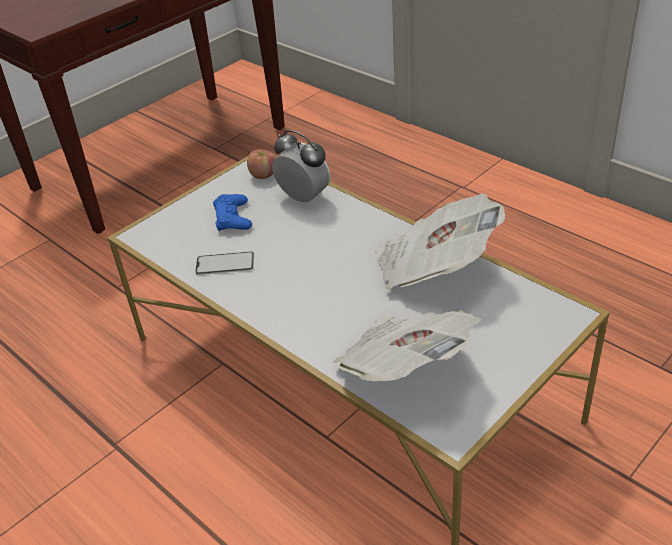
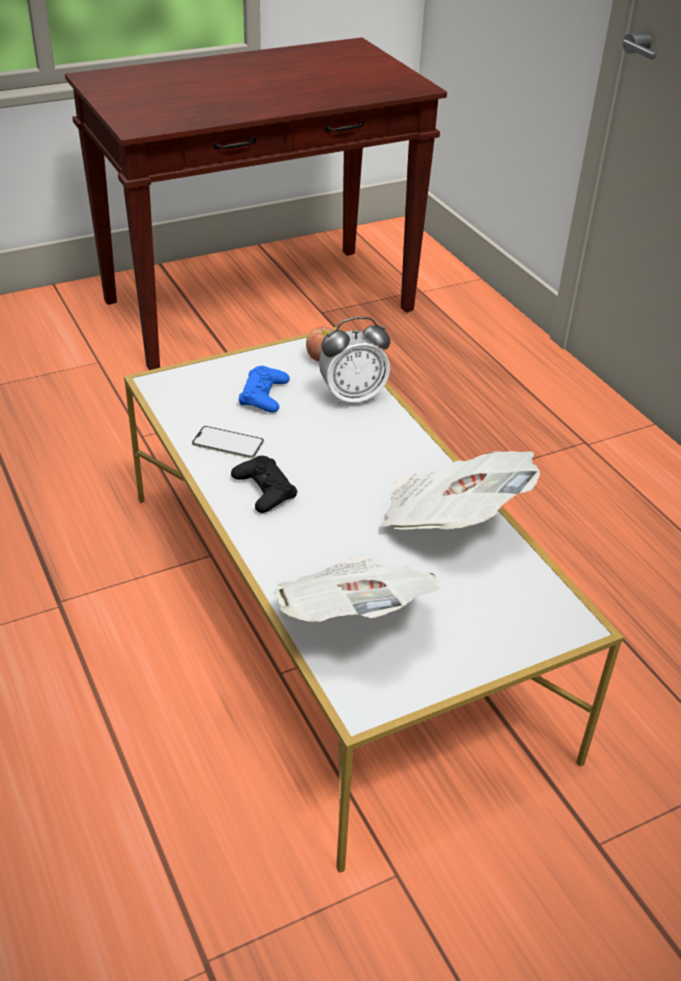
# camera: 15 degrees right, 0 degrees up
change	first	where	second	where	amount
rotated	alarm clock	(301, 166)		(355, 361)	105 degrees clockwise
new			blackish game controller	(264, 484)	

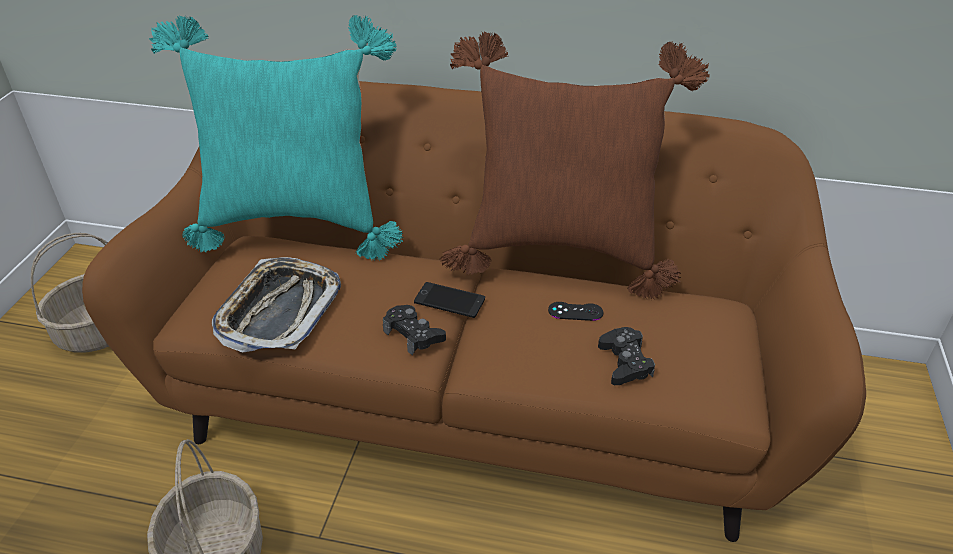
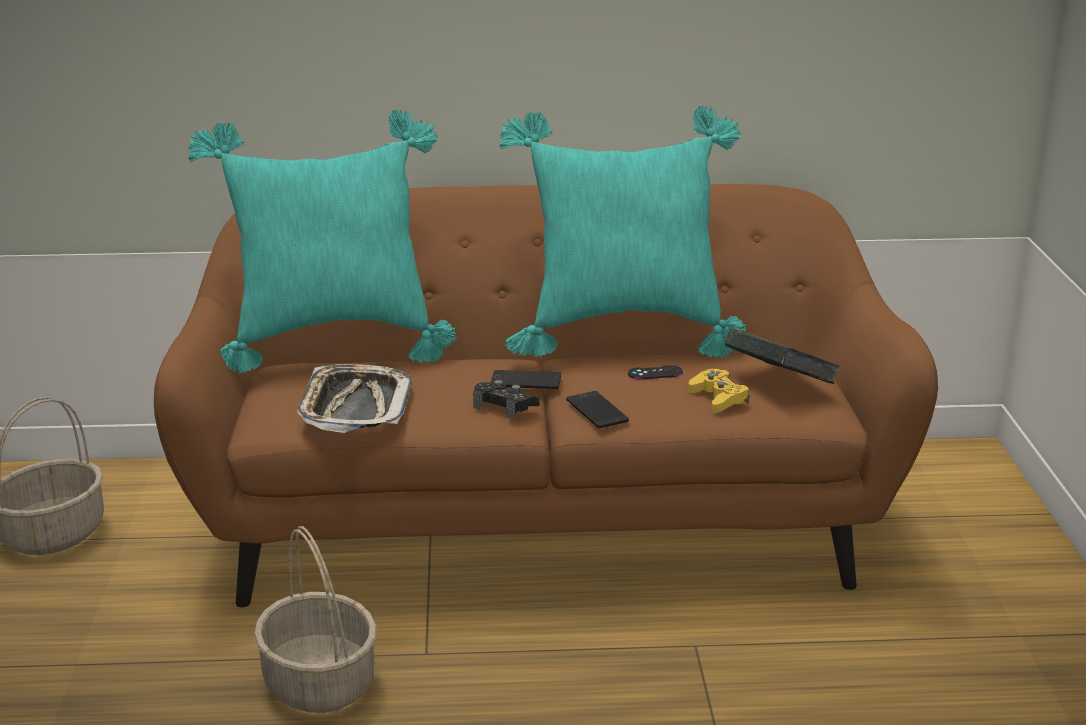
# camera: 15 degrees left, 15 degrees down
change	first	where	second	where	amount
repainted	brownish cushion	(574, 166)	turquoise cushion	(623, 232)	
repainted	blackish game controller	(626, 356)	yellow-coloured game controller	(718, 391)	
new			handset	(597, 409)	
new			bound book	(782, 356)	

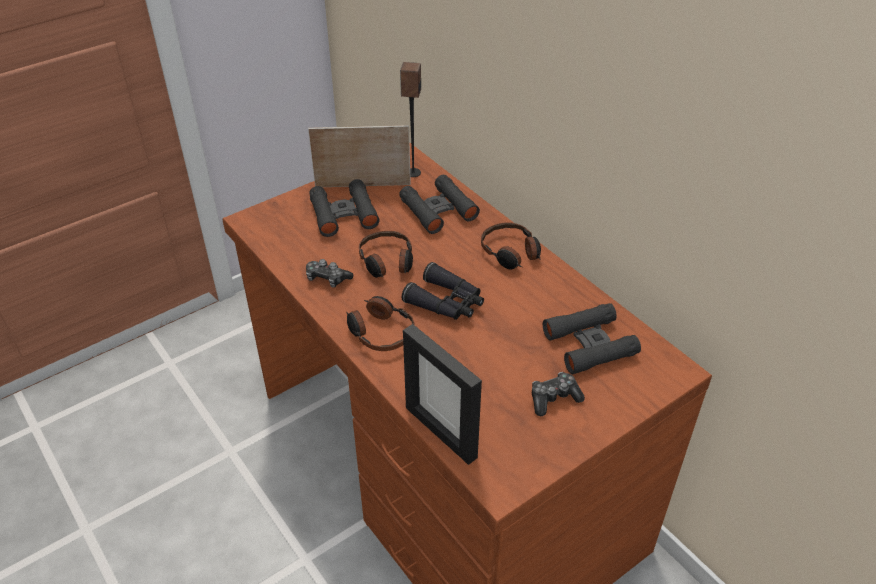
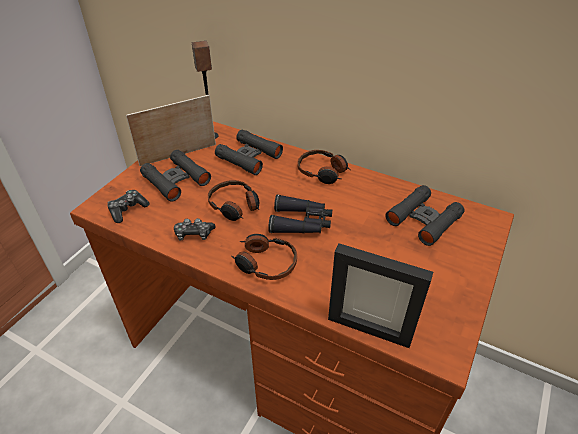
# camera: 25 degrees left, 0 degrees up
change	first	where	second	where	amount
shifted	game controller	(558, 394)		(128, 206)	

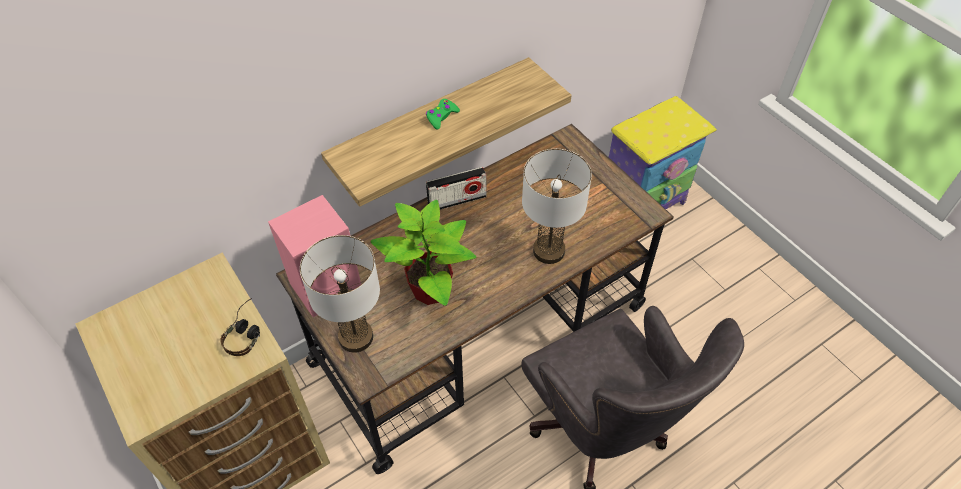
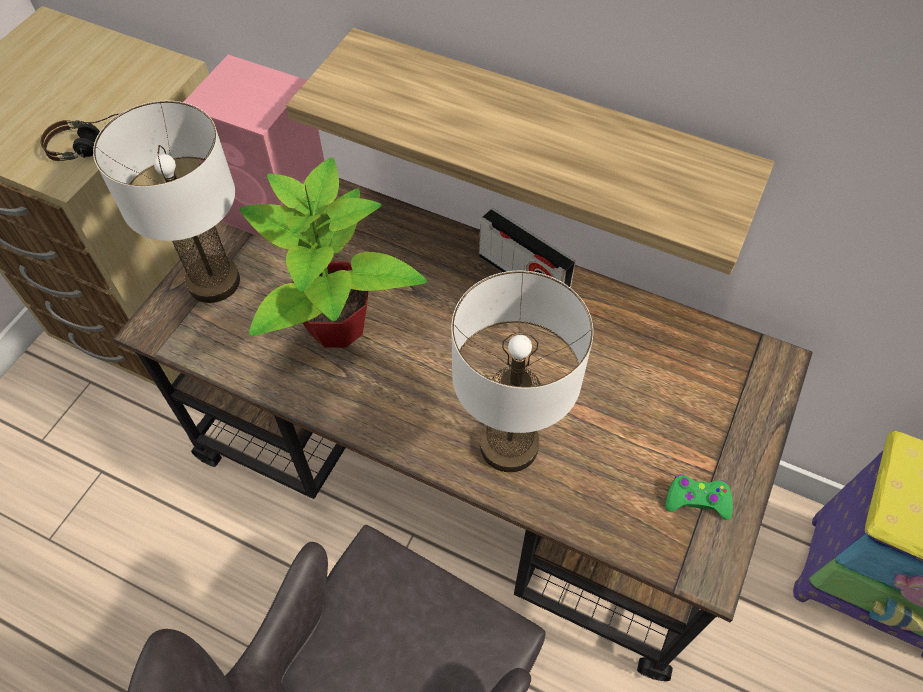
# camera: 60 degrees right, 5 degrees up
change	first	where	second	where	amount
shifted	green-coloured game controller	(443, 114)		(699, 497)	

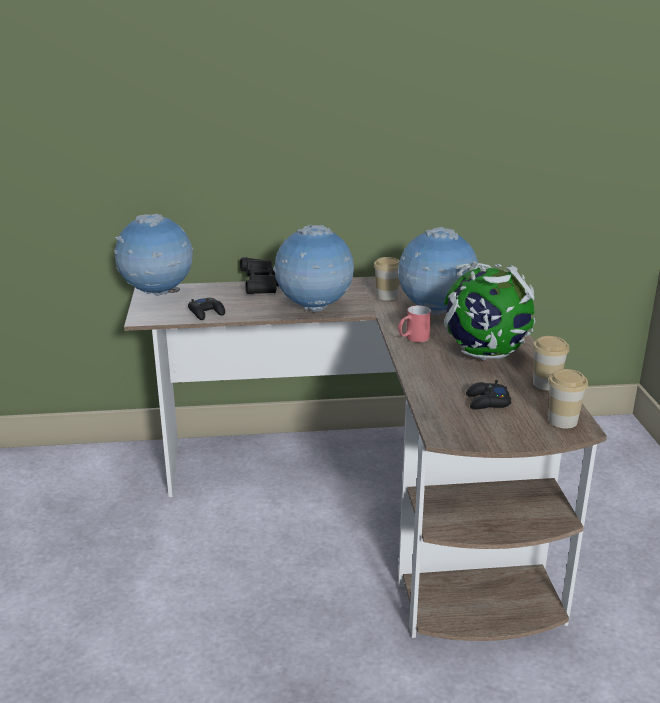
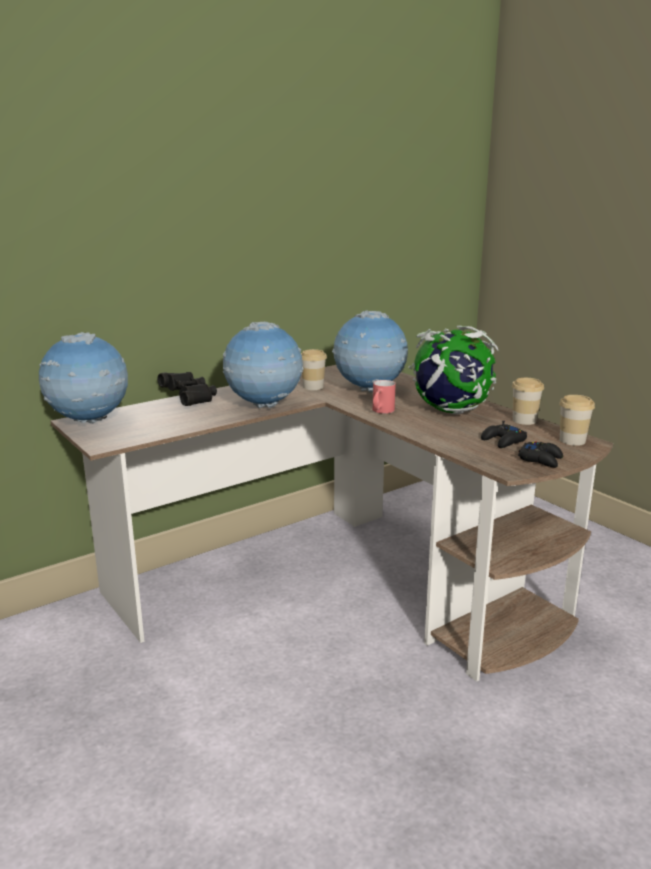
# camera: 30 degrees left, 5 degrees down
change	first	where	second	where	amount
shifted	blackish game controller	(206, 309)		(540, 454)	

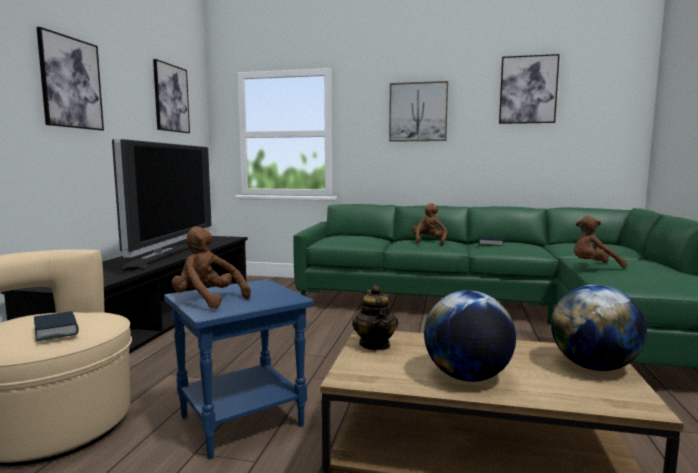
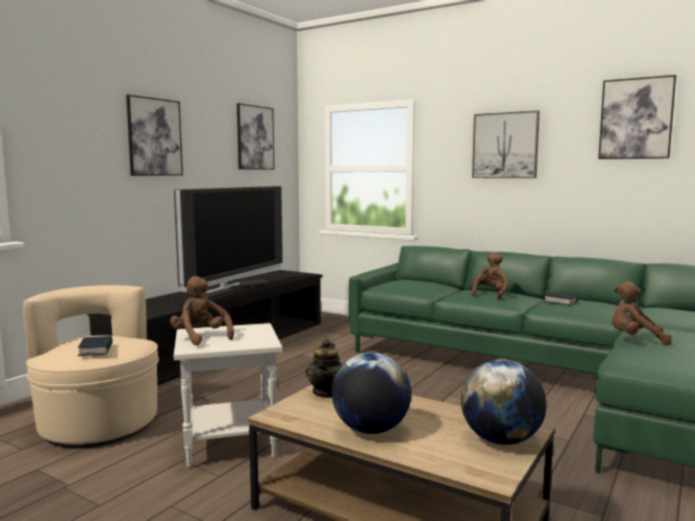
# camera: 20 degrees right, 0 degrees up
change	first	where	second	where	amount
repainted	bluish accent table	(239, 369)	whitish accent table	(228, 395)	

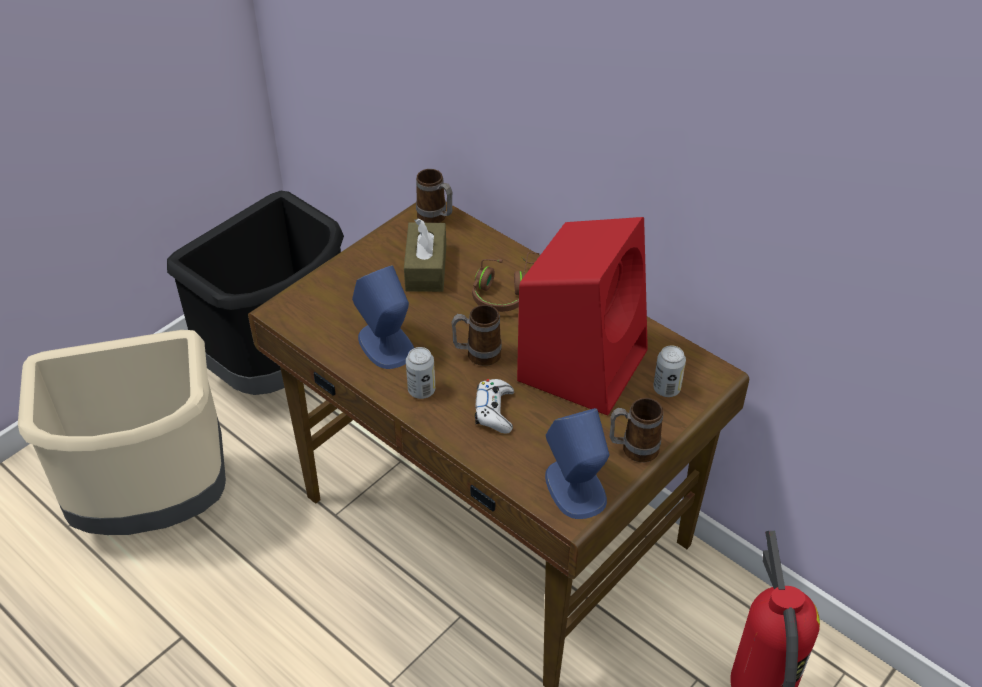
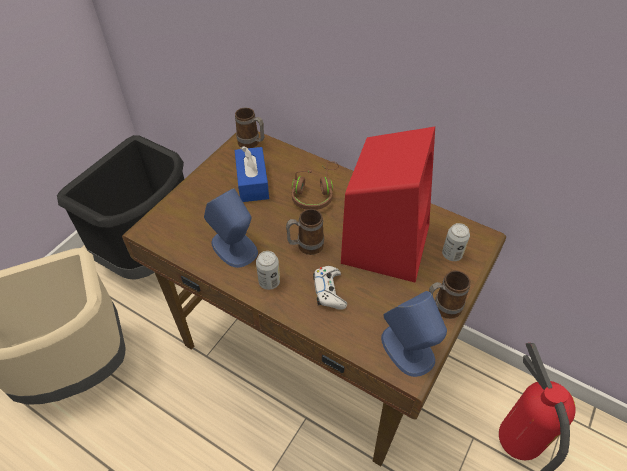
# camera: 10 degrees left, 5 degrees up
change	first	where	second	where	amount
repainted	brownish tissue holder	(425, 255)	bluish tissue holder	(252, 174)	

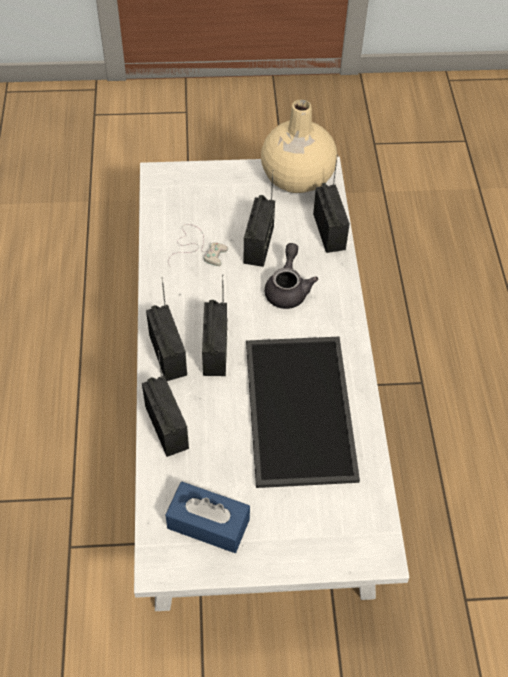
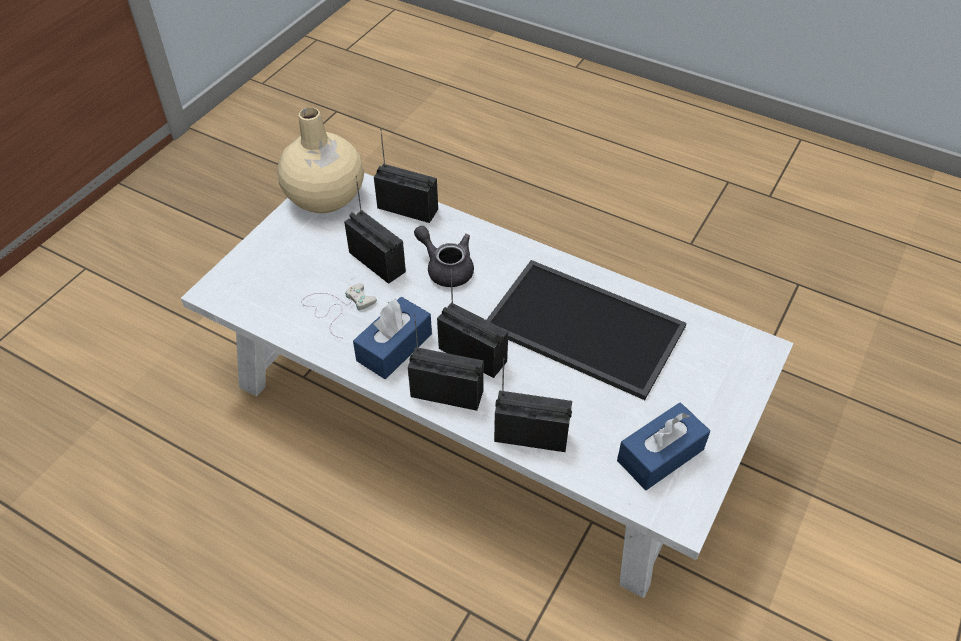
# camera: 55 degrees left, 5 degrees down
change	first	where	second	where	amount
new			bluish tissue holder	(392, 338)	

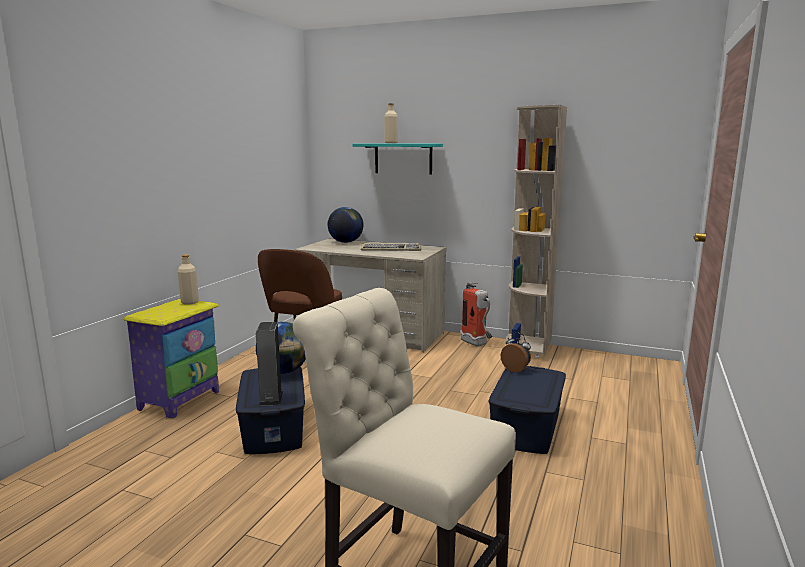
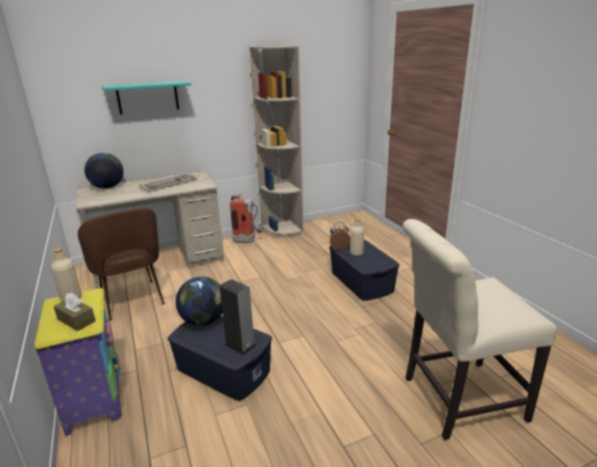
# camera: 45 degrees left, 10 degrees up
change	first	where	second	where	amount
shifted	sand-coloured beverage bottle	(391, 123)		(357, 237)	
new			brownish tissue holder	(75, 312)	

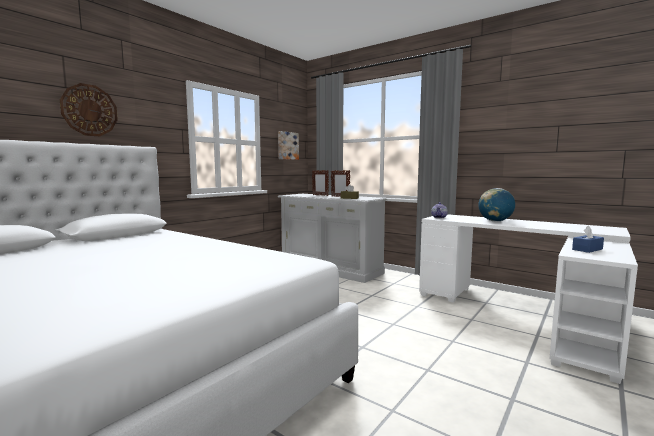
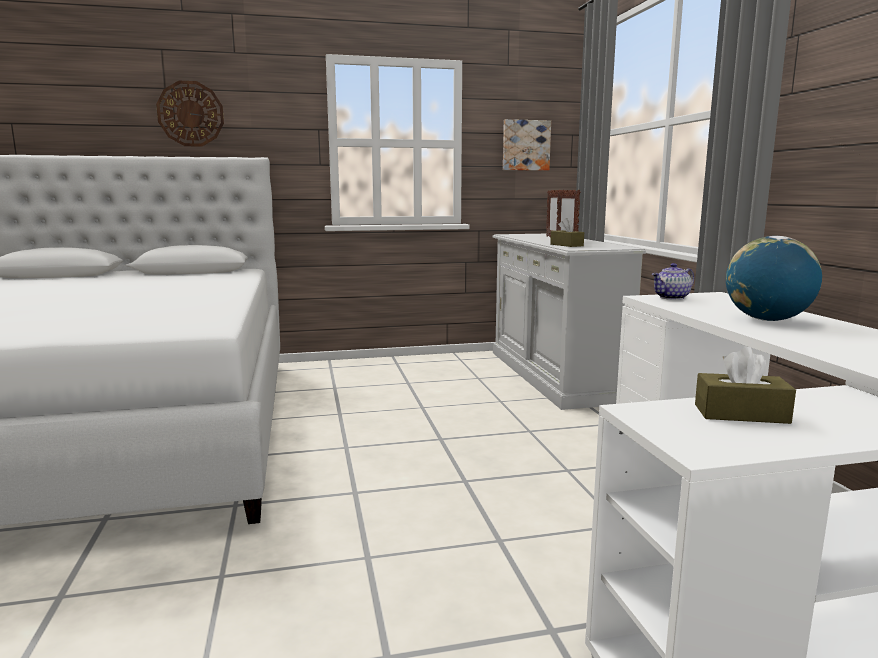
# camera: 40 degrees right, 5 degrees up
change	first	where	second	where	amount
repainted	bluish tissue holder	(588, 239)	brownish tissue holder	(745, 385)	

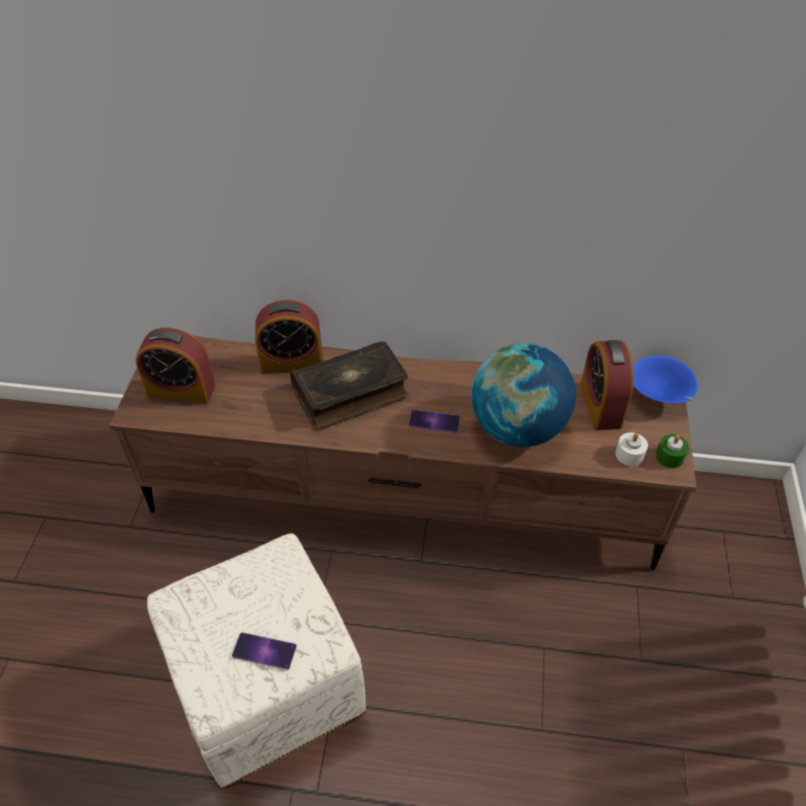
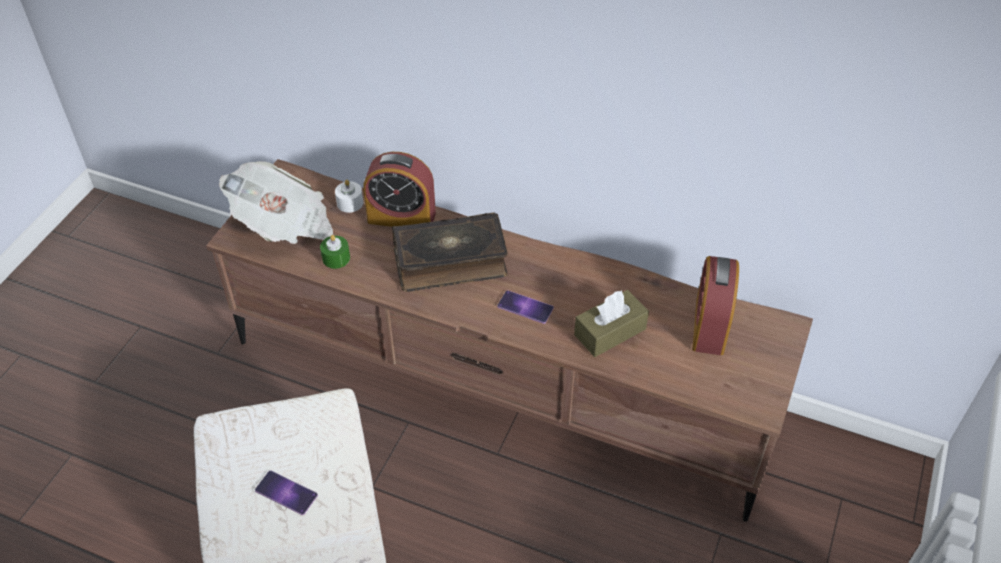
# camera: 15 degrees right, 0 degrees up
change	first	where	second	where	amount
swapped	alarm clock	(175, 366)	daily paper	(276, 202)	
swapped	globe	(523, 395)	brownish tissue holder	(611, 323)	
shifted	whitish wax light	(631, 449)		(349, 196)	
gone	bluish serving bowl	(665, 380)			
shifted	green-coloured wax light	(672, 451)		(335, 252)	

